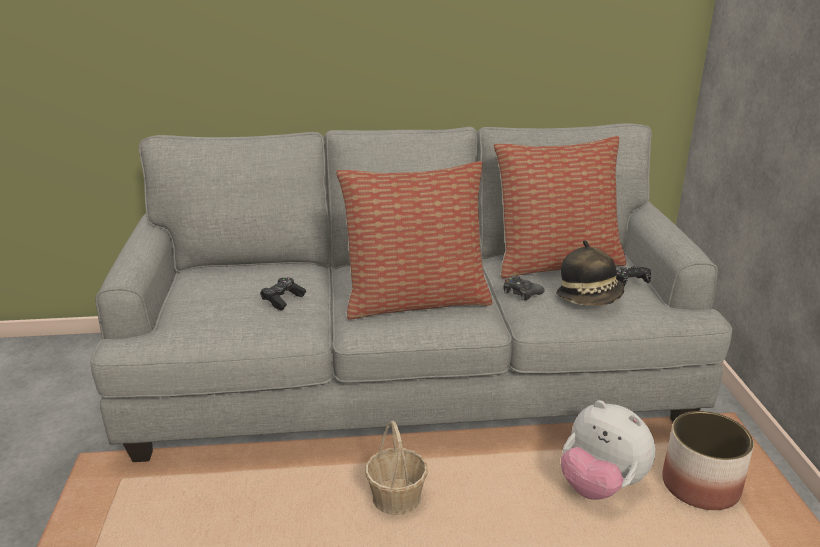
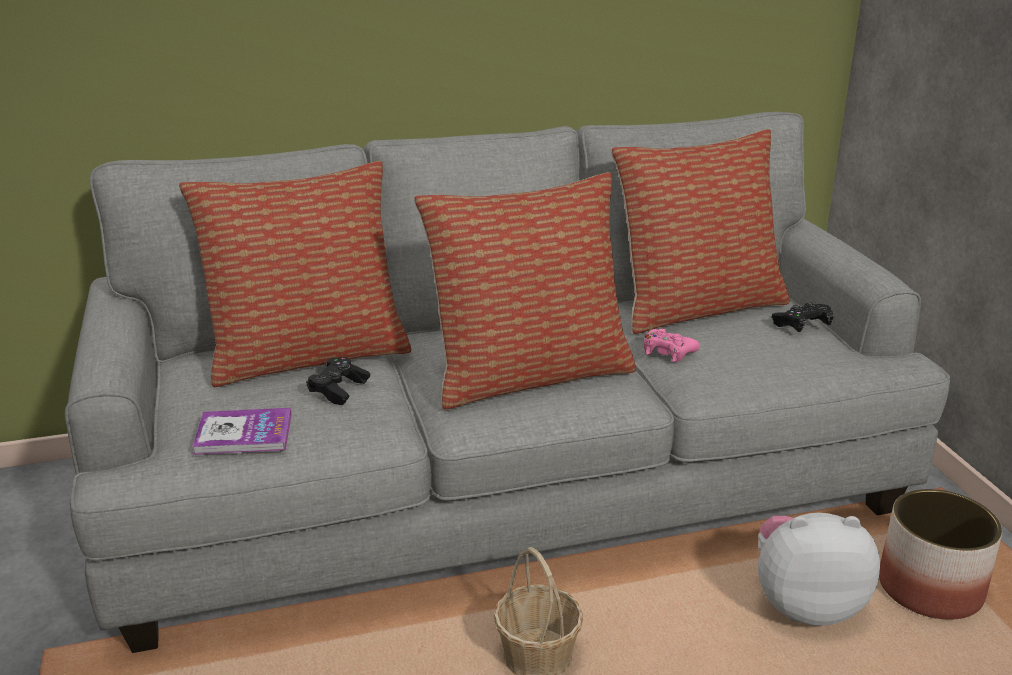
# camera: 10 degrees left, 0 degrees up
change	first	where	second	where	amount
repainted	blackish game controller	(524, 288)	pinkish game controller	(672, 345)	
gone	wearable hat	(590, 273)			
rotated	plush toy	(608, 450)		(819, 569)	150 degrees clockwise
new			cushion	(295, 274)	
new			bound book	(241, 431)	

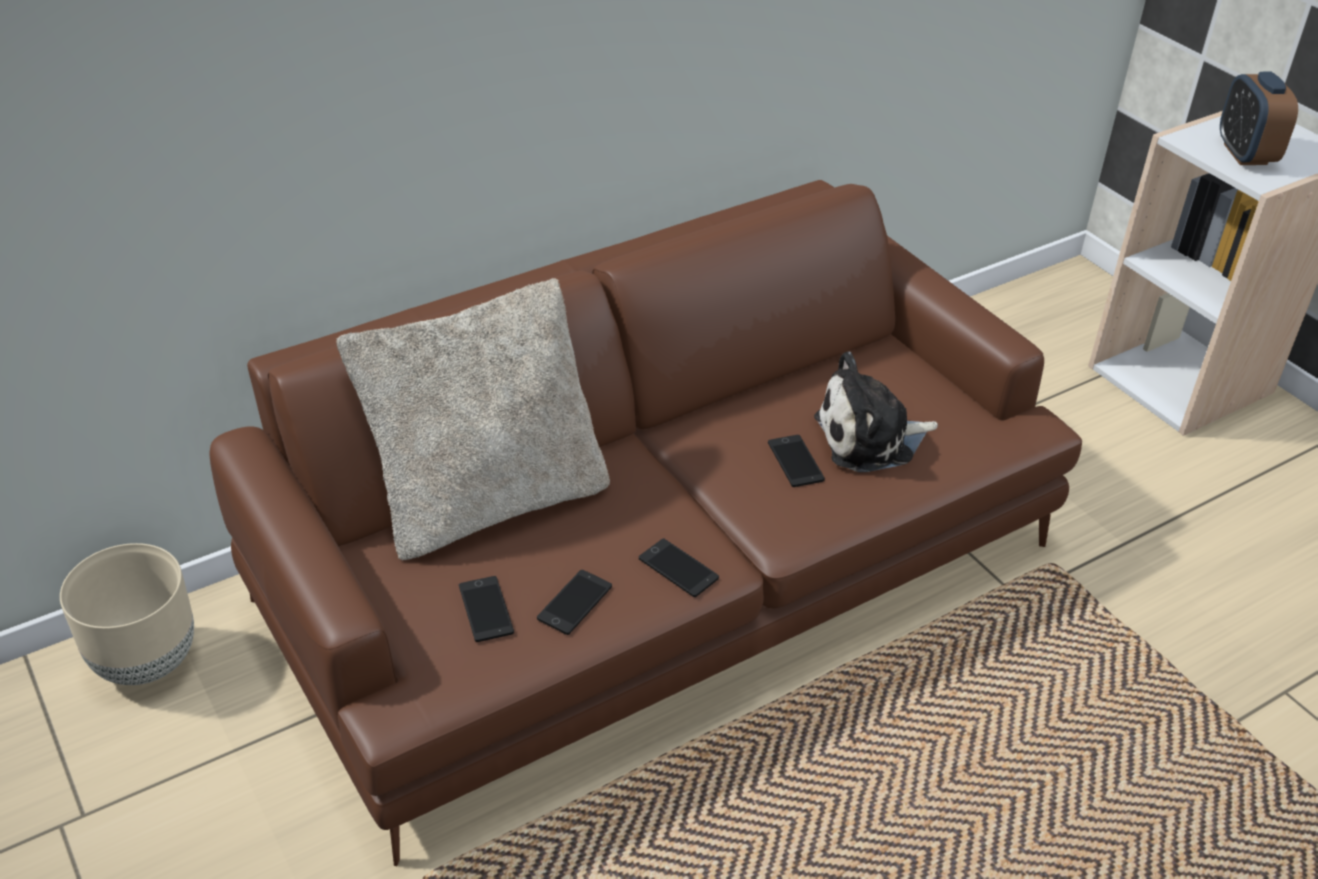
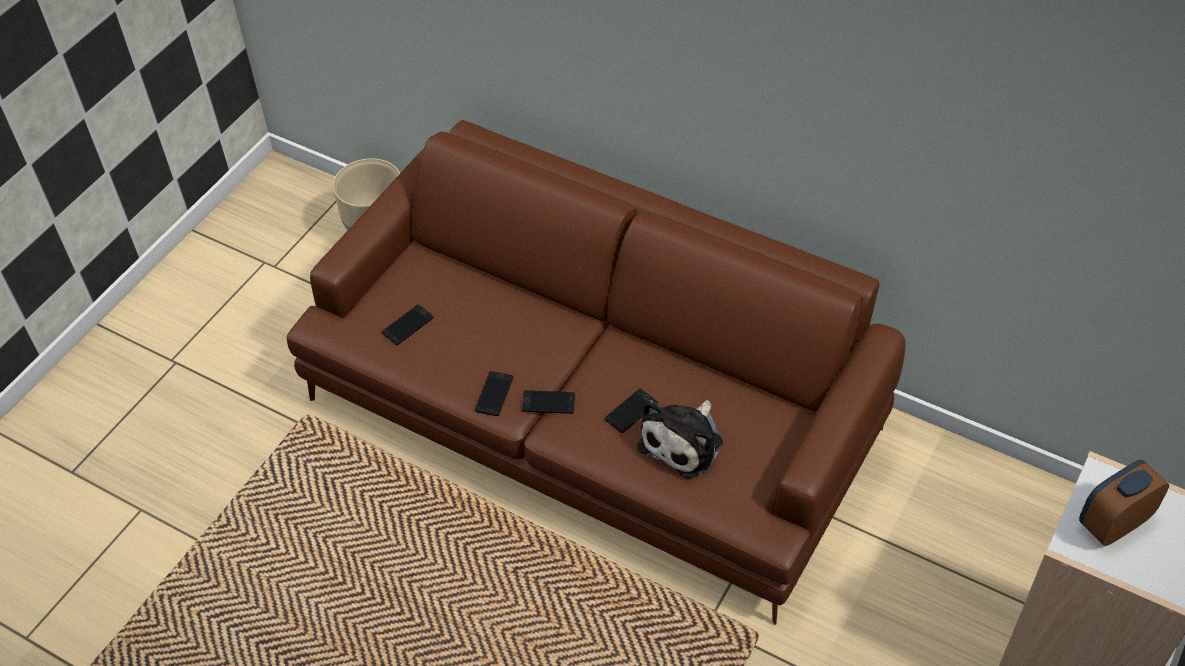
# camera: 65 degrees right, 10 degrees up
change	first	where	second	where	amount
gone	sand-coloured cushion	(473, 419)			
shifted	handset	(574, 602)		(548, 402)	
rotated	plush toy	(876, 412)		(680, 439)	105 degrees counterclockwise

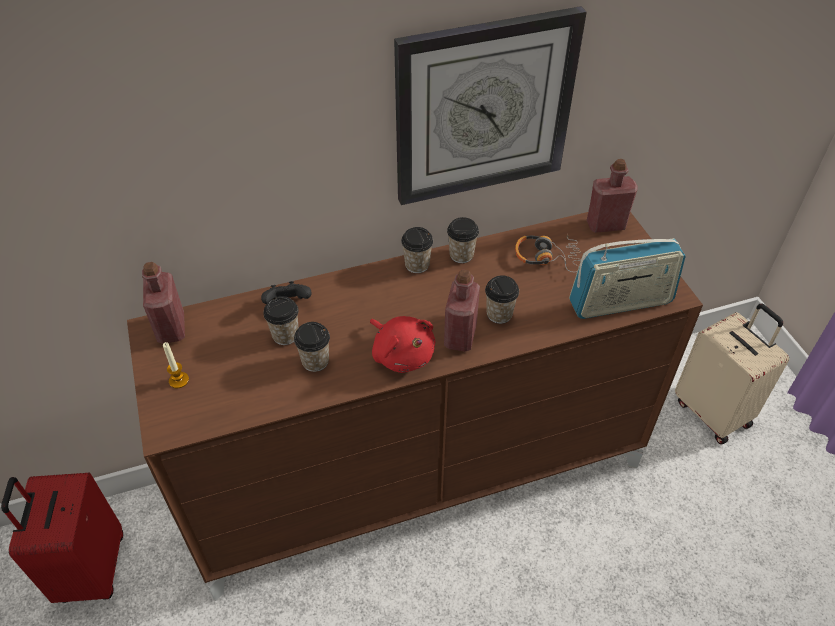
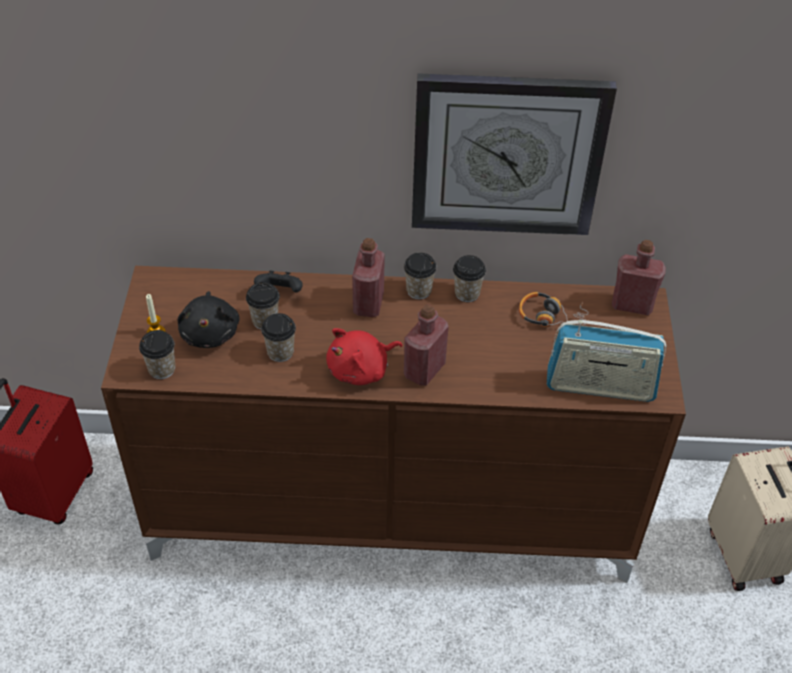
# camera: 20 degrees right, 0 degrees up
change	first	where	second	where	amount
shifted	red beverage bottle	(163, 303)		(368, 277)	
rotated	red plush toy	(402, 344)		(364, 356)	75 degrees clockwise
shifted	drinking cup	(502, 299)		(157, 354)	
new			blackish plush toy	(208, 319)	

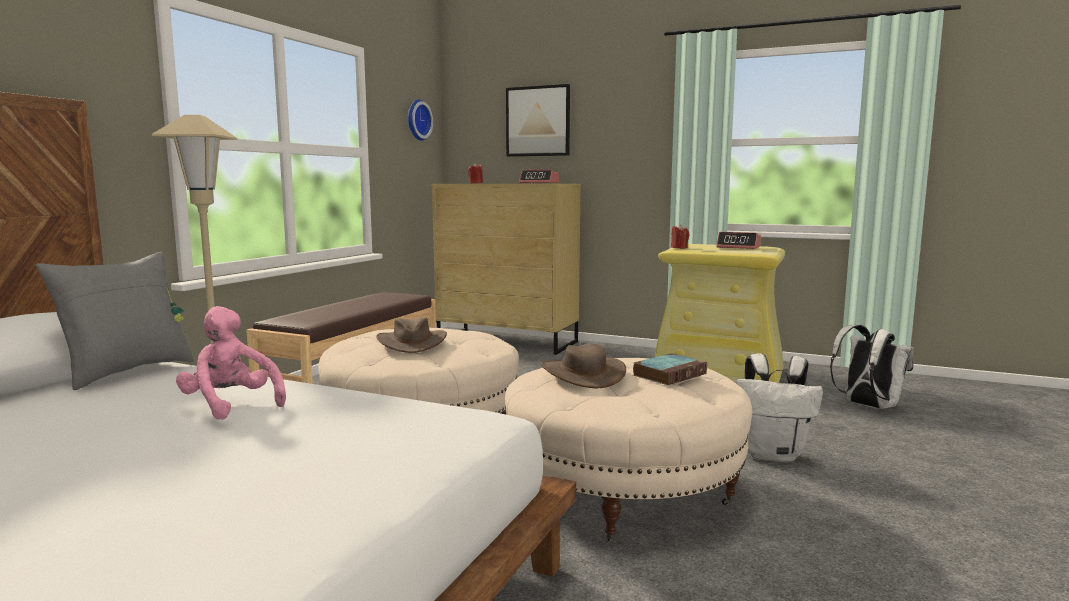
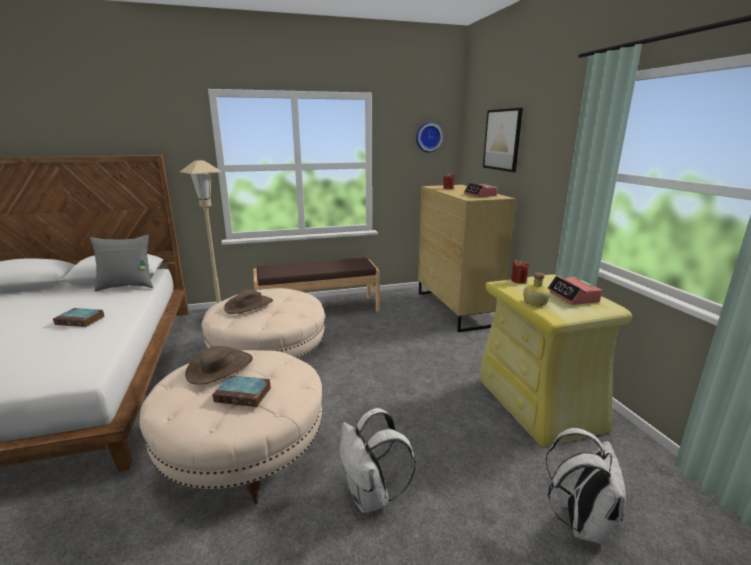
# camera: 50 degrees right, 10 degrees up
change	first	where	second	where	amount
swapped	pinkish plush toy	(231, 363)	bound book	(79, 317)	
new			beverage bottle	(536, 289)	

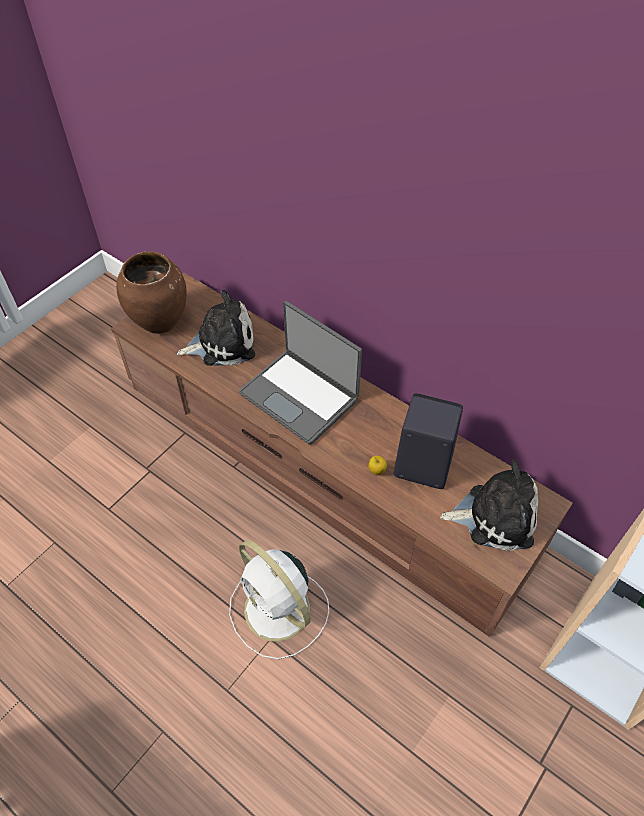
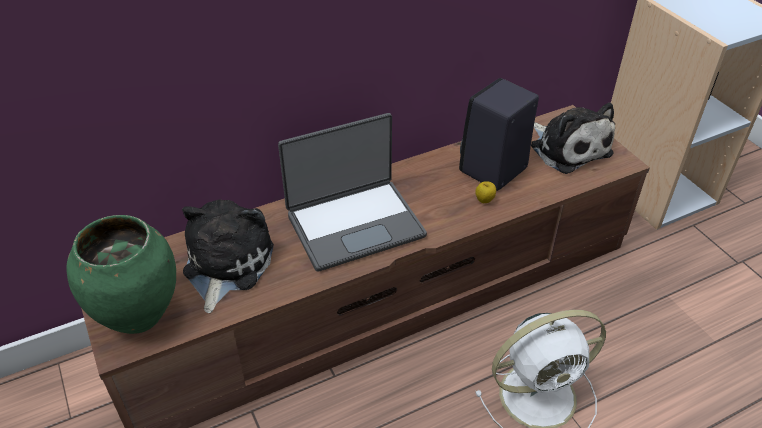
# camera: 65 degrees left, 10 degrees down
change	first	where	second	where	amount
repainted	brownish flower vase	(151, 292)	green-coloured flower vase	(121, 274)	
rotated	plush toy	(489, 505)		(573, 138)	120 degrees clockwise

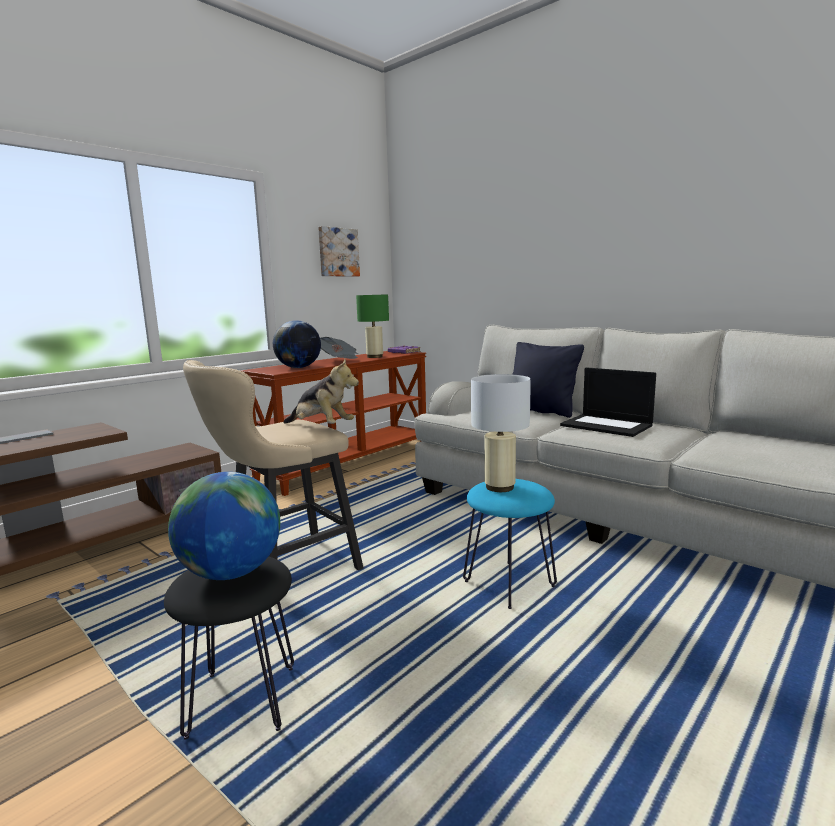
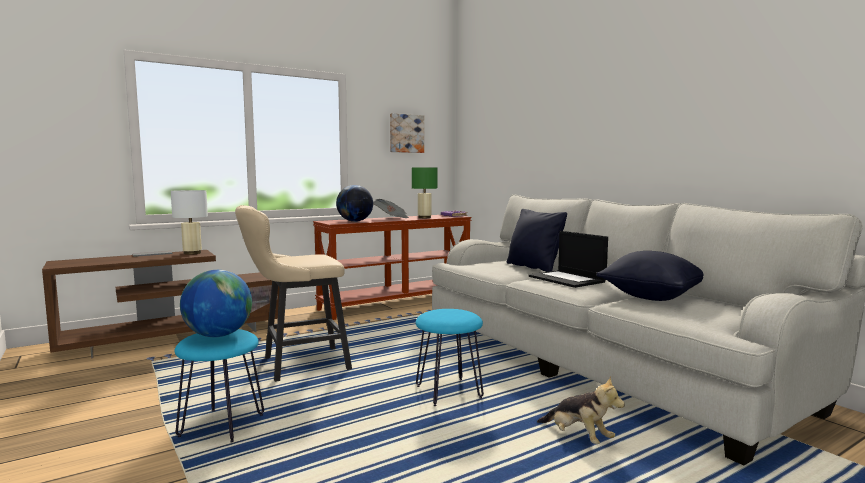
# camera: 15 degrees right, 5 degrees down
change	first	where	second	where	amount
repainted	blackish stool	(229, 648)	turquoise stool	(219, 386)	
shifted	plush toy	(321, 391)		(581, 410)	
shifted	whitish lamp for a table	(500, 433)		(189, 222)	
new			blackish cushion	(650, 276)	

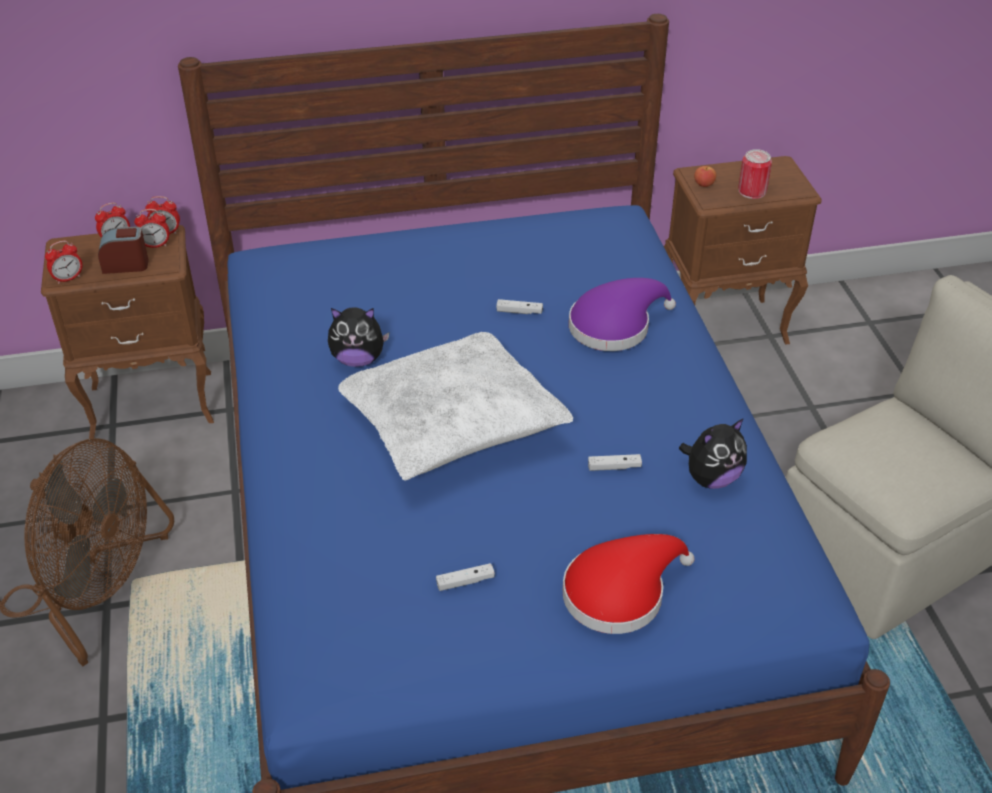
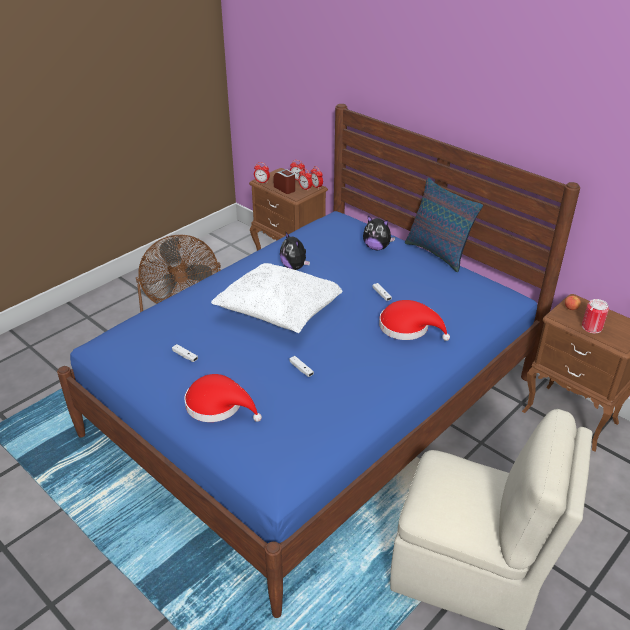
# camera: 55 degrees right, 5 degrees down
change	first	where	second	where	amount
repainted	purplish wearable hat	(622, 314)	red wearable hat	(414, 320)	
shifted	plush toy	(713, 453)		(379, 233)	
new			bluish cushion	(444, 224)	

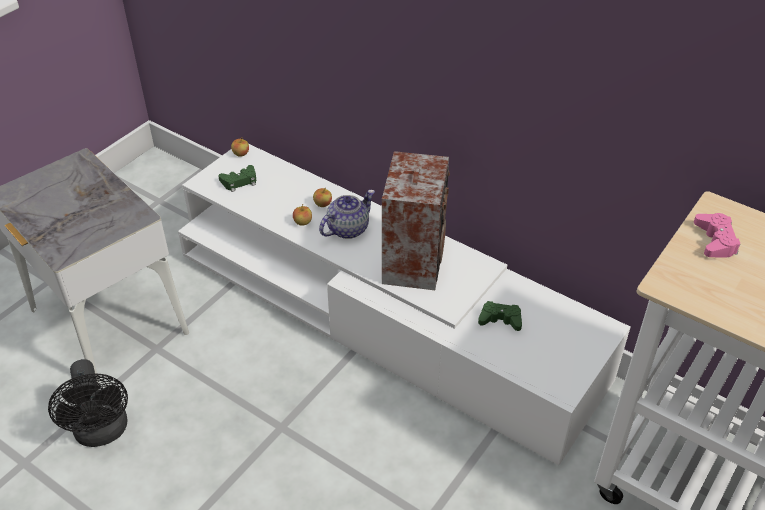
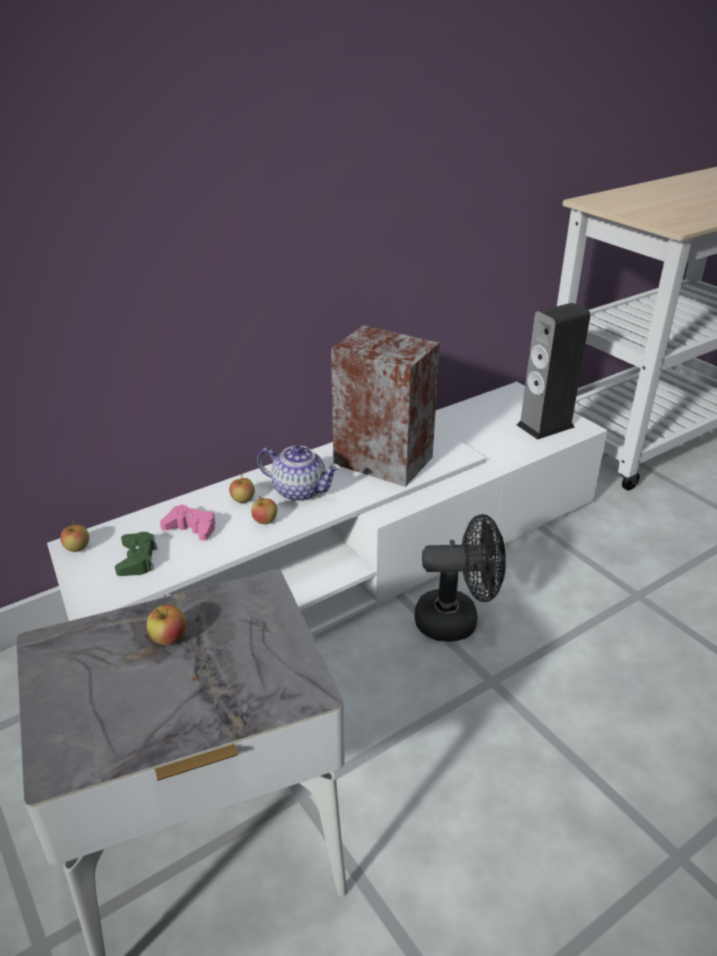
# camera: 70 degrees left, 10 degrees down
change	first	where	second	where	amount
shifted	blackish fan	(88, 403)		(460, 578)	
rotated	tea pot	(347, 214)		(299, 473)	135 degrees clockwise
gone	green-coloured game controller	(500, 316)			
shifted	pinkish game controller	(717, 235)		(187, 522)	
new			apple fruit	(166, 624)	
new			speaker	(553, 371)	

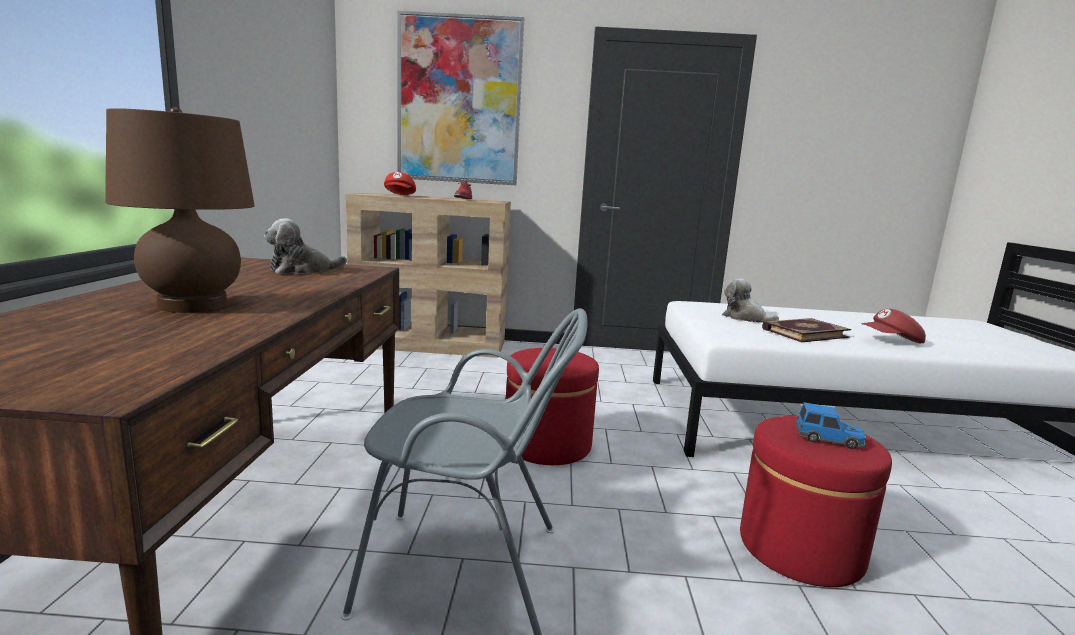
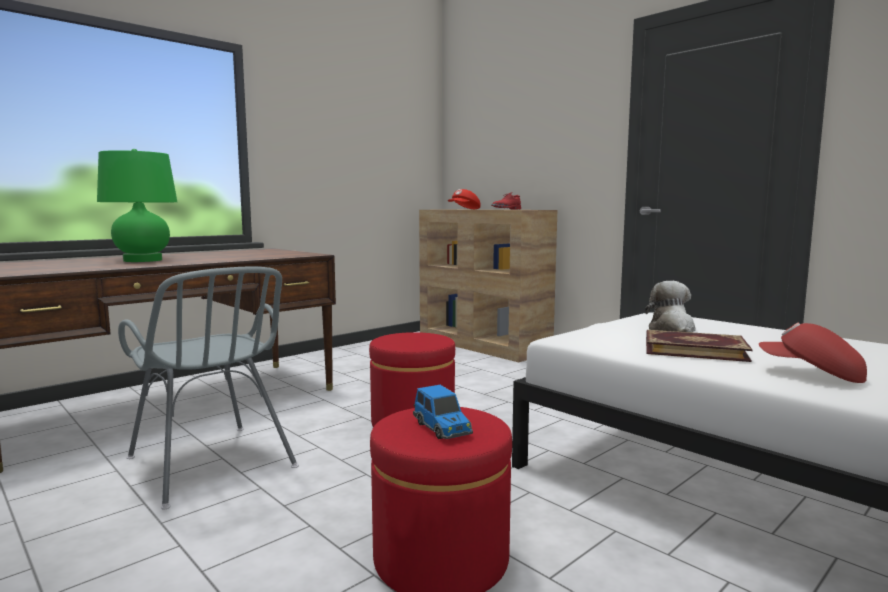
# camera: 45 degrees right, 5 degrees down
change	first	where	second	where	amount
repainted	brownish lamp for a table	(180, 210)	green-coloured lamp for a table	(137, 205)	
gone	plush toy	(305, 246)			
gone	wall art	(460, 98)			

